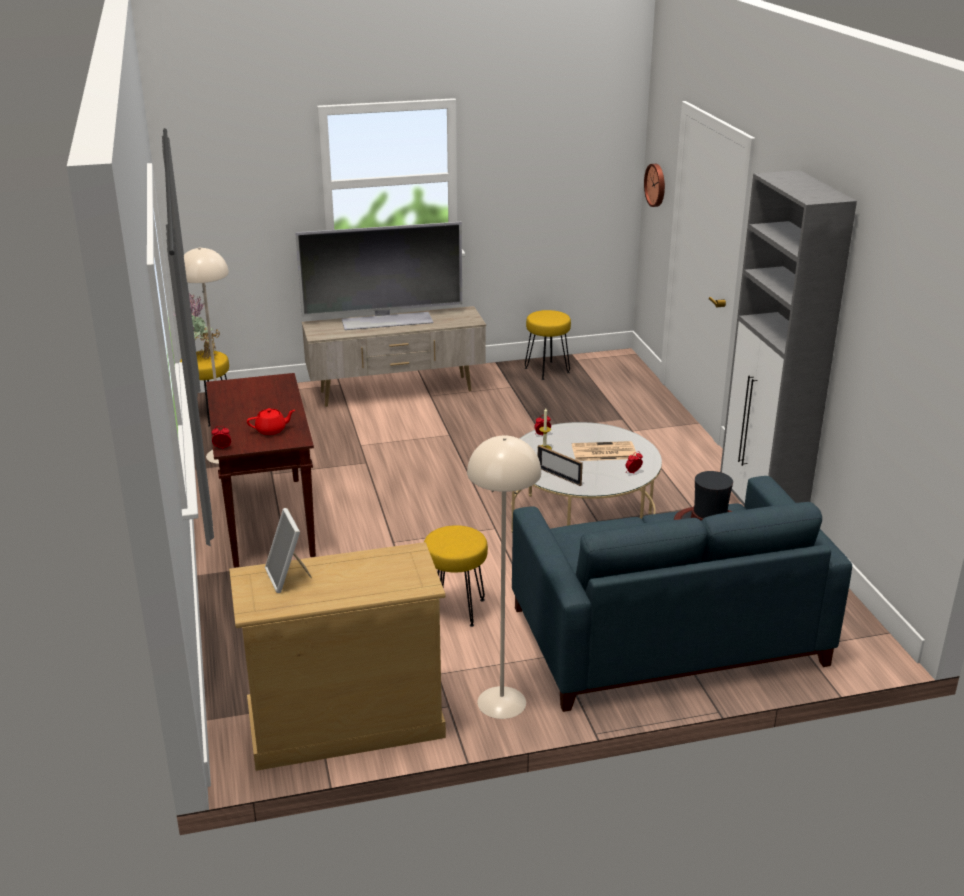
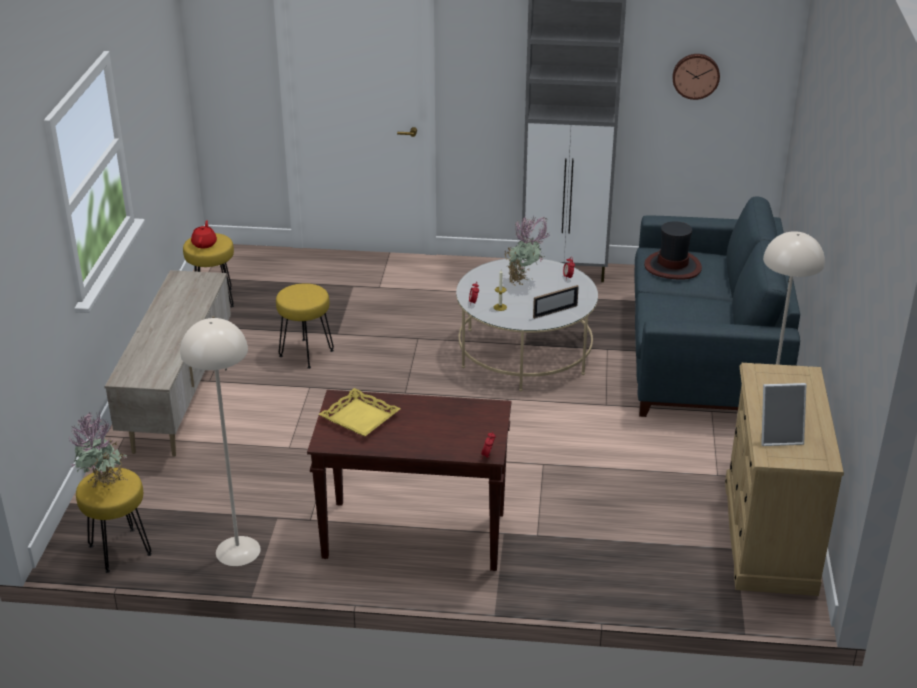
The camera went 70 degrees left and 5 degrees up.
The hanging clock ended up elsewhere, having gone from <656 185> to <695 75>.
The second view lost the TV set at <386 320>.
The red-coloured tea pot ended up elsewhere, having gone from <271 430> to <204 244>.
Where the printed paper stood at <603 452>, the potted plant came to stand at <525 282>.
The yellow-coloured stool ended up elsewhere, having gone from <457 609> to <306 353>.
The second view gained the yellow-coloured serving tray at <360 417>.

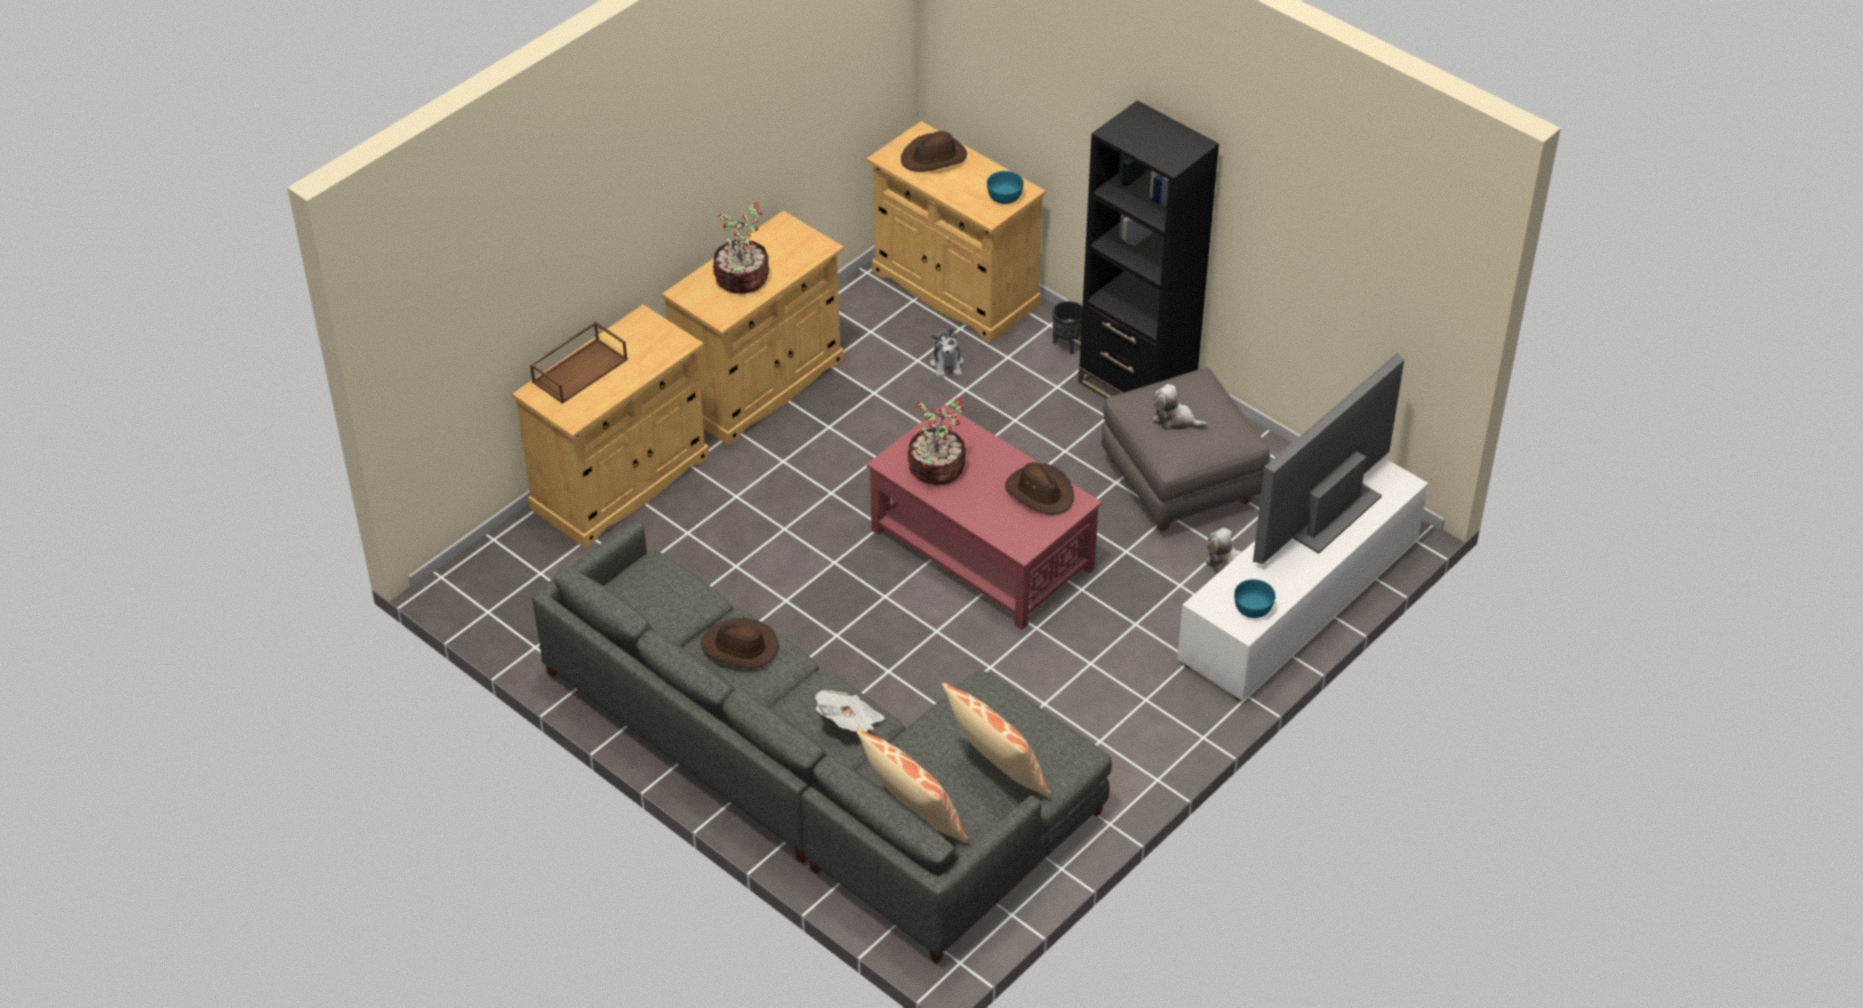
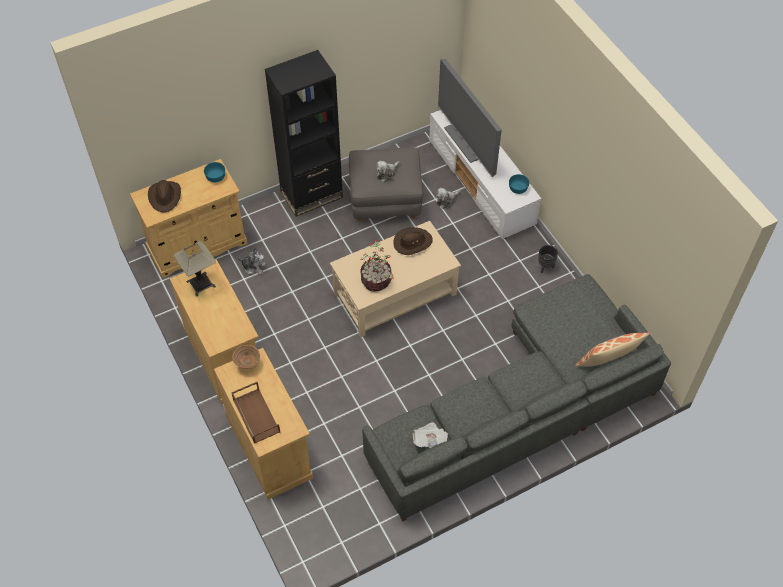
The camera went 70 degrees left and 10 degrees up.
The second view lost the potted plant at <741 280>.
The black flower pot ended up elsewhere, having gone from <1067 345> to <545 267>.
What was the red-coloured low table at <981 548> turned into the beige-coloured low table at <394 293>.
The second view lost the brownish hat at <740 648>.
The second view lost the throw pillow at <996 773>.
The printed paper ended up elsewhere, having gone from <850 723> to <429 439>.
The second view gained the table lamp at <201 284>.
The second view gained the brownish serving bowl at <248 364>.

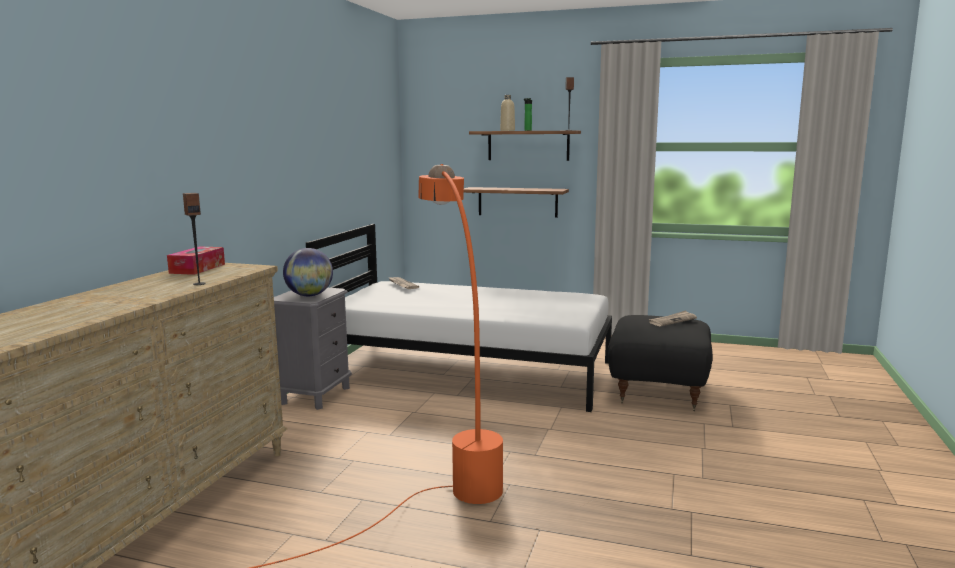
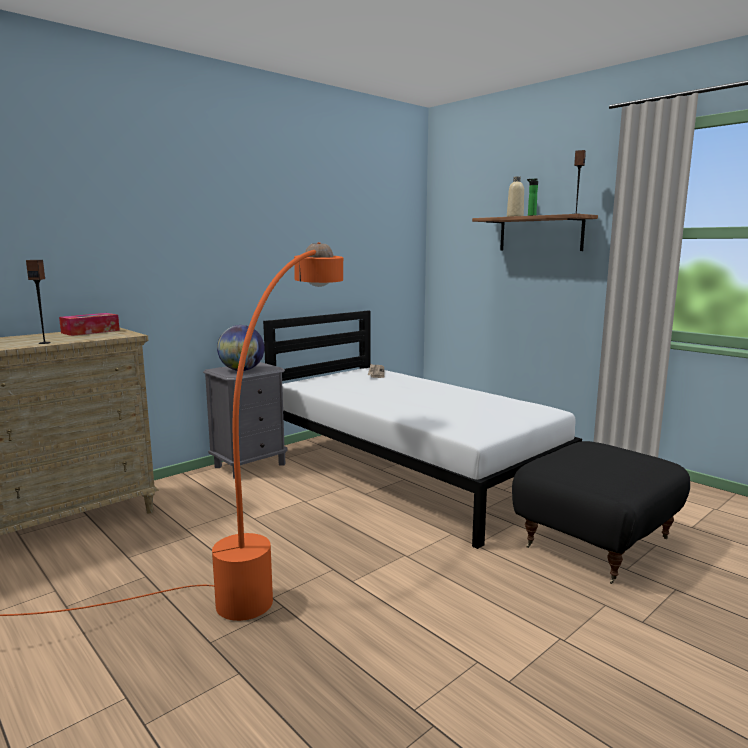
The camera went 30 degrees right and 0 degrees up.
The second view lost the bracket shelf at <517 202>.
The second view lost the printed paper at <672 320>.

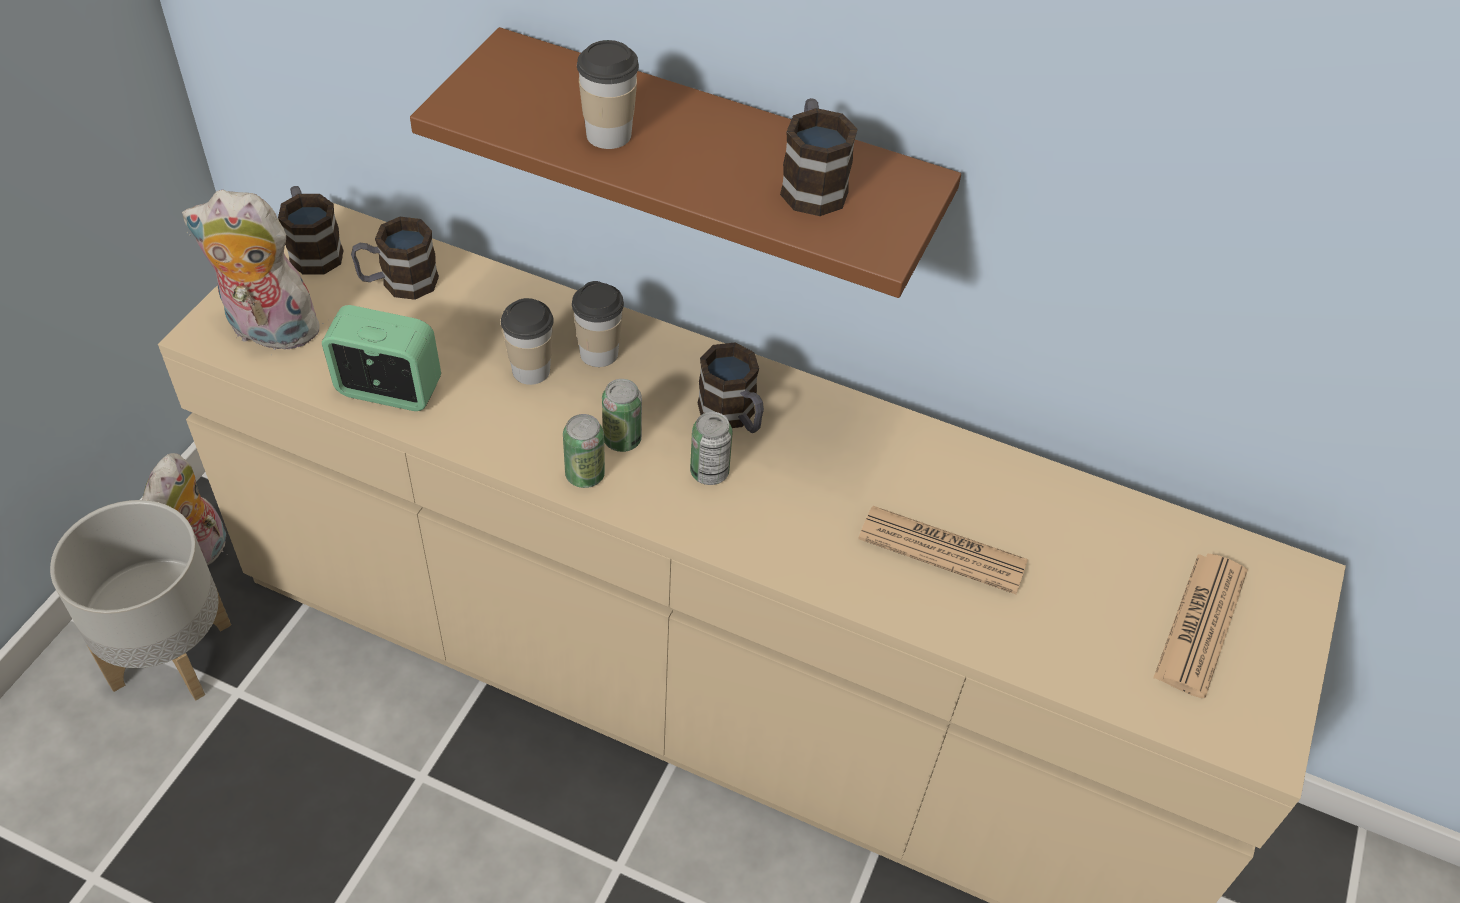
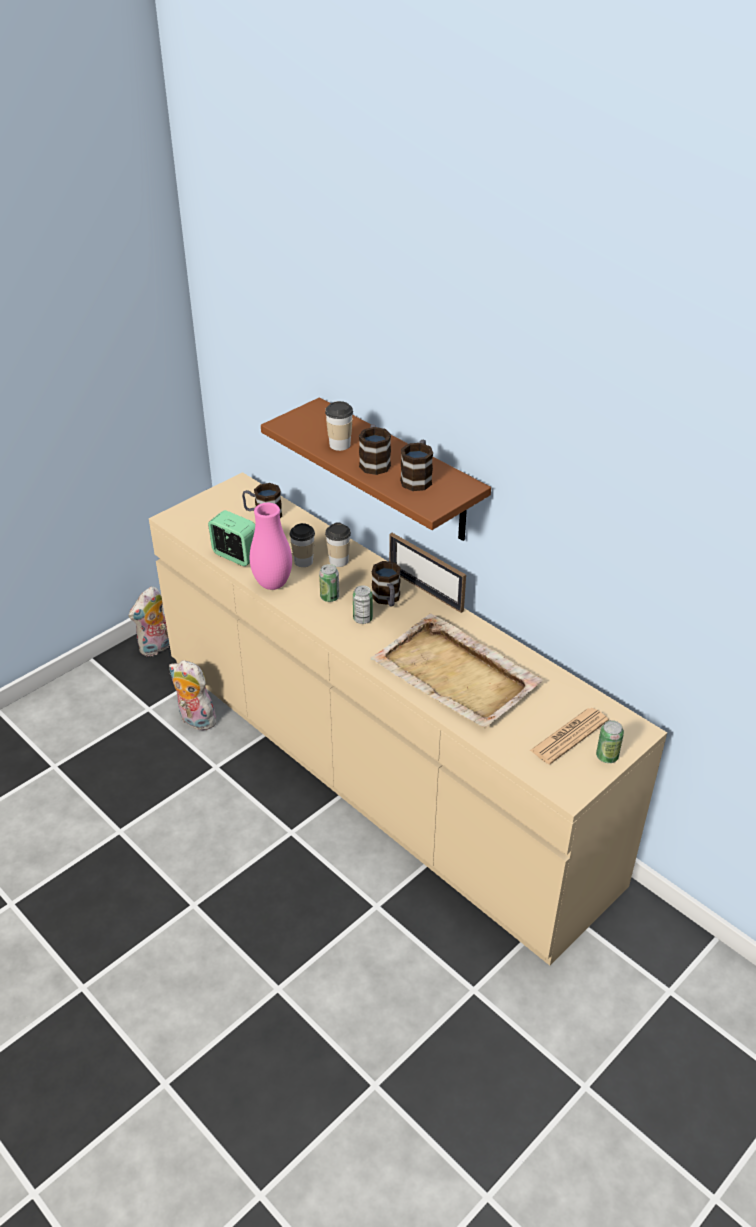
The camera went 25 degrees right and 10 degrees down.
The tea mug ended up elsewhere, having gone from <313 249> to <374 462>.
The soft toy ended up elsewhere, having gone from <268 331> to <194 720>.
The sealed can ended up elsewhere, having gone from <585 475> to <607 756>.
The second view lost the greyish flower pot at <171 653>.
Where the printed paper stood at <942 550>, the beige-coloured serving tray came to stand at <456 675>.
The second view gained the pink decorative vase at <272 584>.
The second view gained the photo frame at <425 590>.

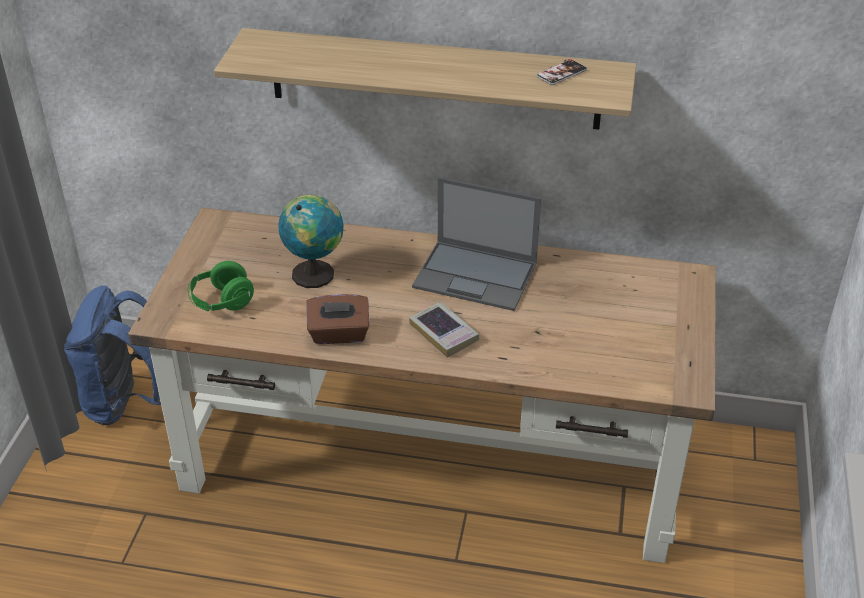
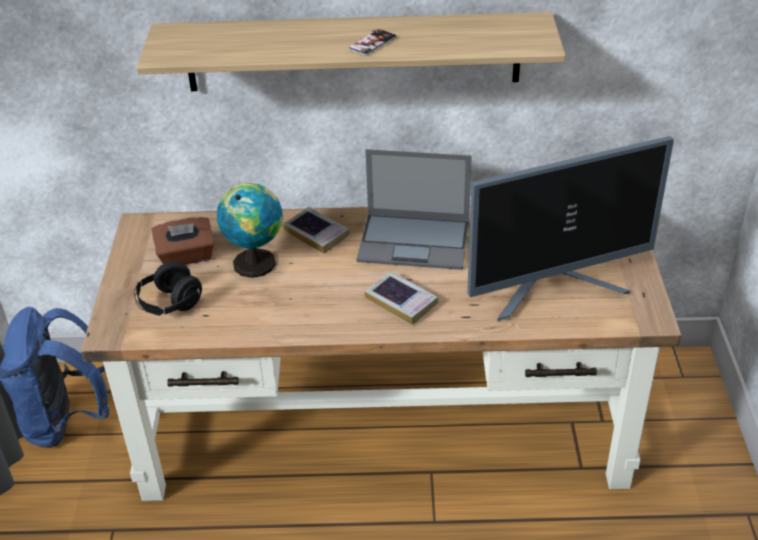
The camera went 10 degrees left and 0 degrees up.
The phone ended up elsewhere, having gone from <561 73> to <373 43>.
What was the green-coloured pair of headphones at <221 302> turned into the black pair of headphones at <169 304>.
The brownish box of tissues ended up elsewhere, having gone from <339 334> to <186 256>.
The second view gained the computer display at <556 288>.
The second view gained the bound book at <316 234>.

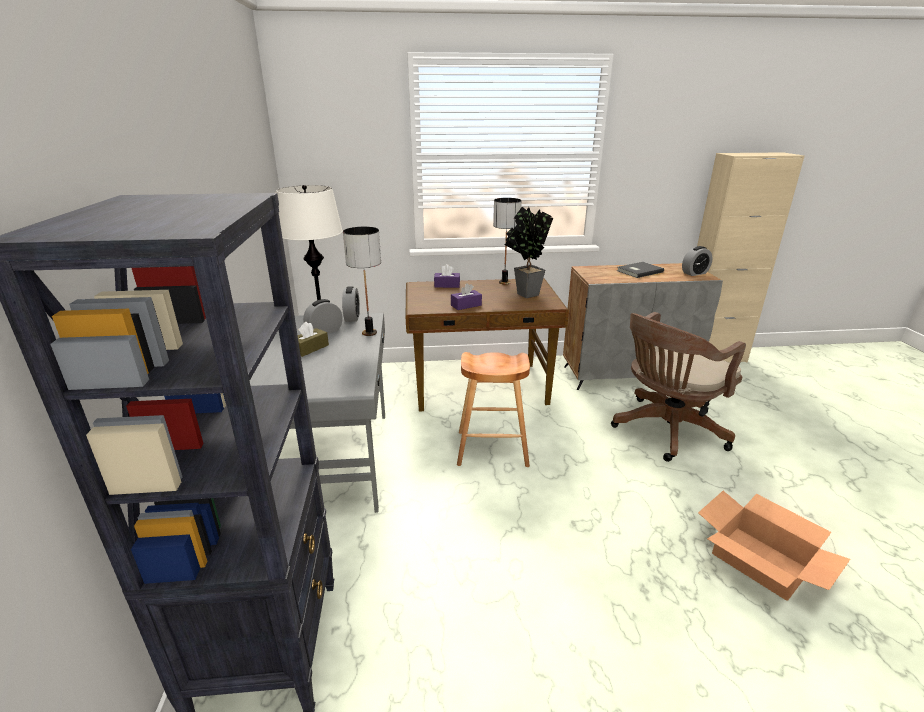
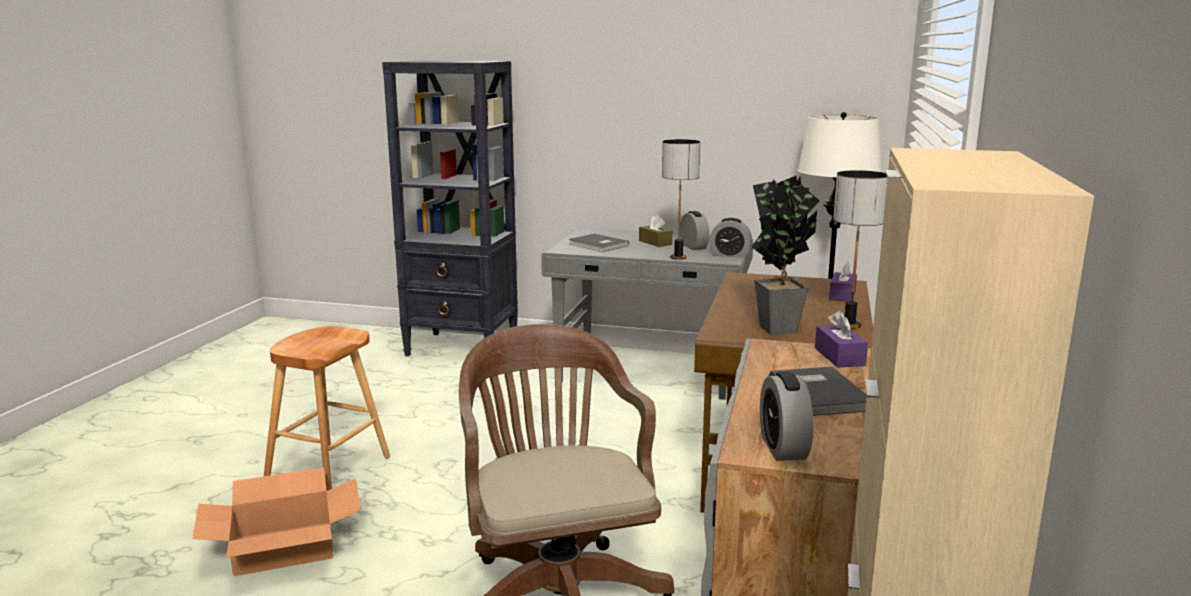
The camera went 110 degrees right and 10 degrees down.
The purplish box of tissues ended up elsewhere, having gone from <466 305> to <839 357>.
The brownish stool ended up elsewhere, having gone from <492 449> to <328 471>.
The second view gained the greyish bound book at <598 245>.

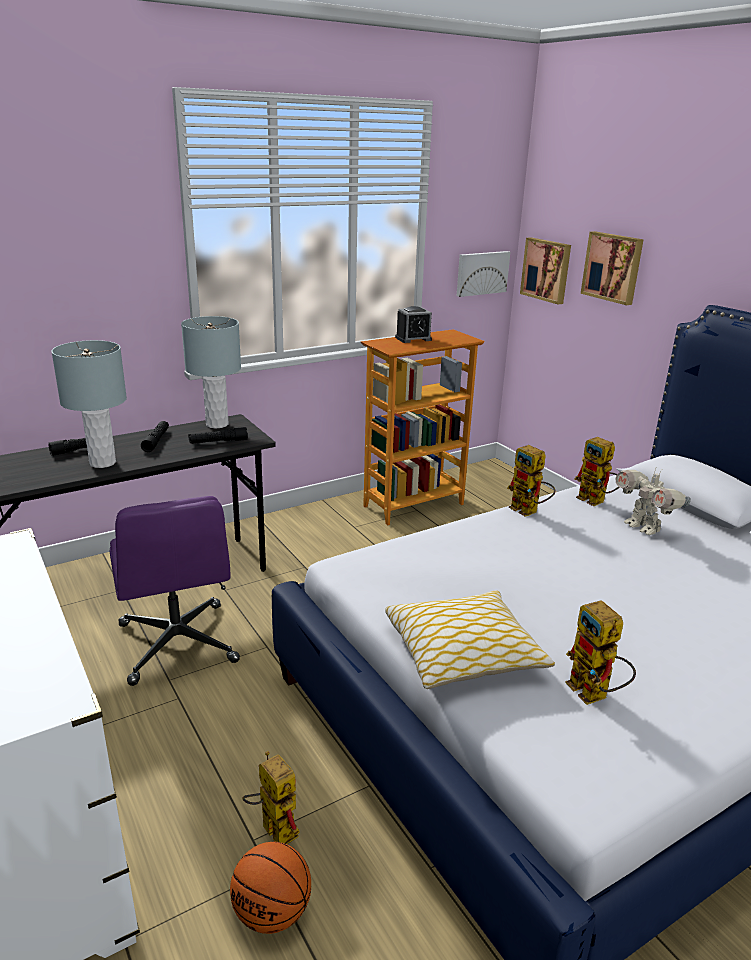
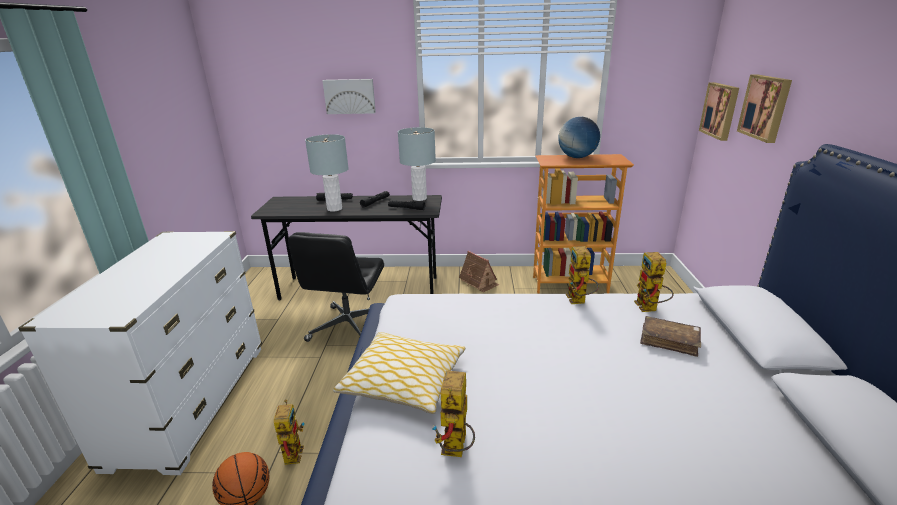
The camera went 35 degrees right and 0 degrees up.
The wall art ended up elsewhere, having gone from <481 273> to <350 96>.
Where the bedside clock stood at <413 339>, the desk globe came to stand at <577 157>.
Where the toy robot stood at <643 527>, the brownish bound book came to stand at <669 341>.
What was the purplish office chair at <178 644> turned into the black office chair at <348 327>.
The second view gained the toy house at <479 282>.

